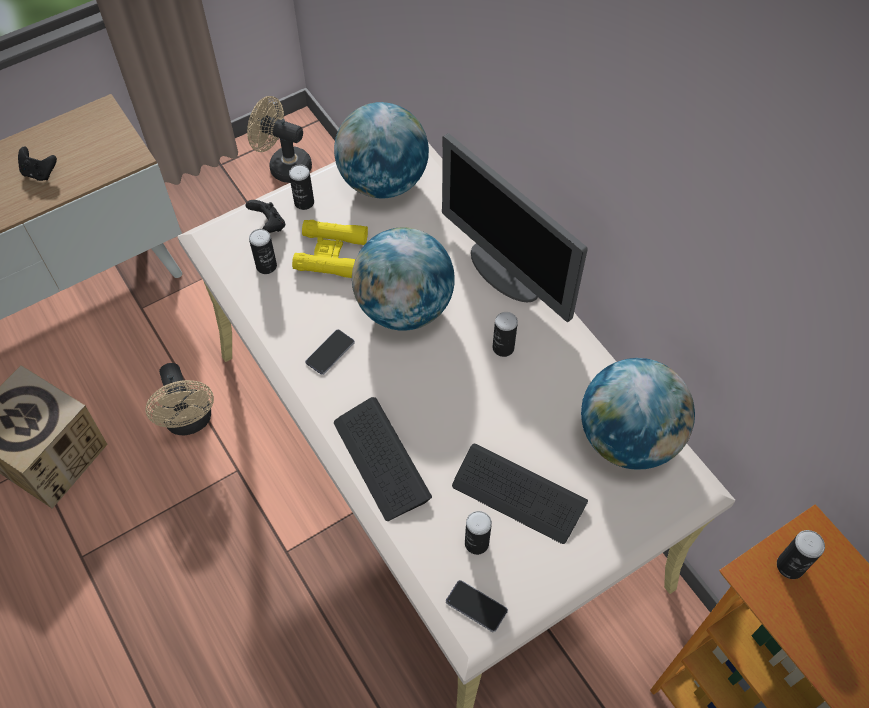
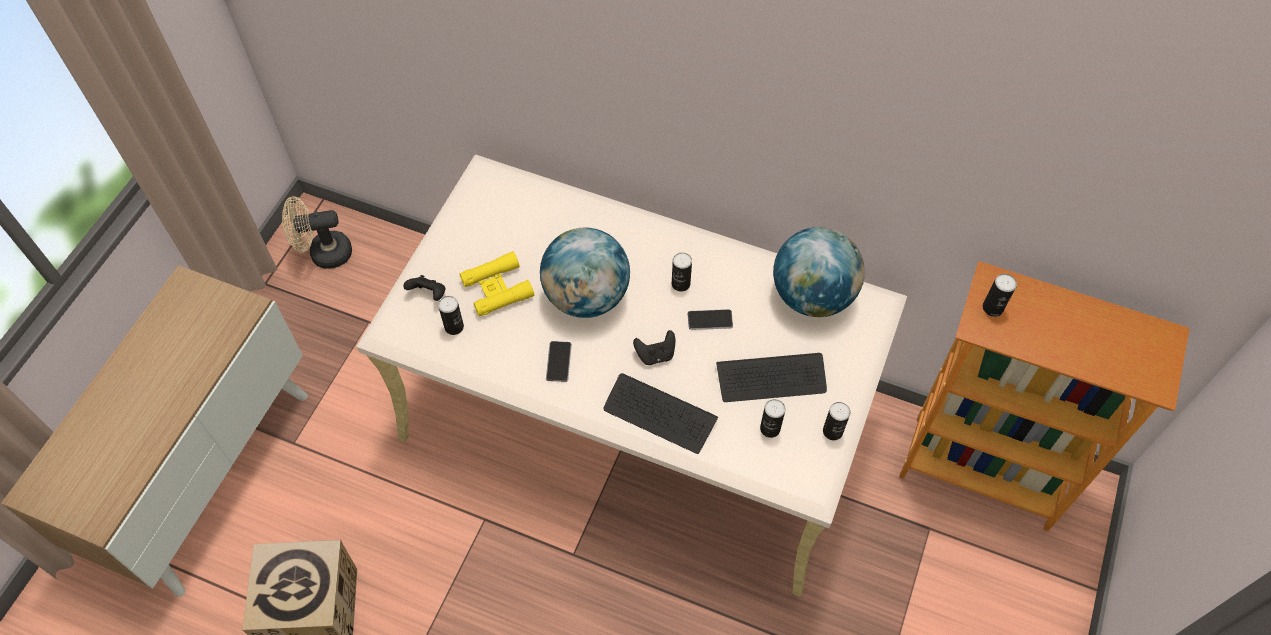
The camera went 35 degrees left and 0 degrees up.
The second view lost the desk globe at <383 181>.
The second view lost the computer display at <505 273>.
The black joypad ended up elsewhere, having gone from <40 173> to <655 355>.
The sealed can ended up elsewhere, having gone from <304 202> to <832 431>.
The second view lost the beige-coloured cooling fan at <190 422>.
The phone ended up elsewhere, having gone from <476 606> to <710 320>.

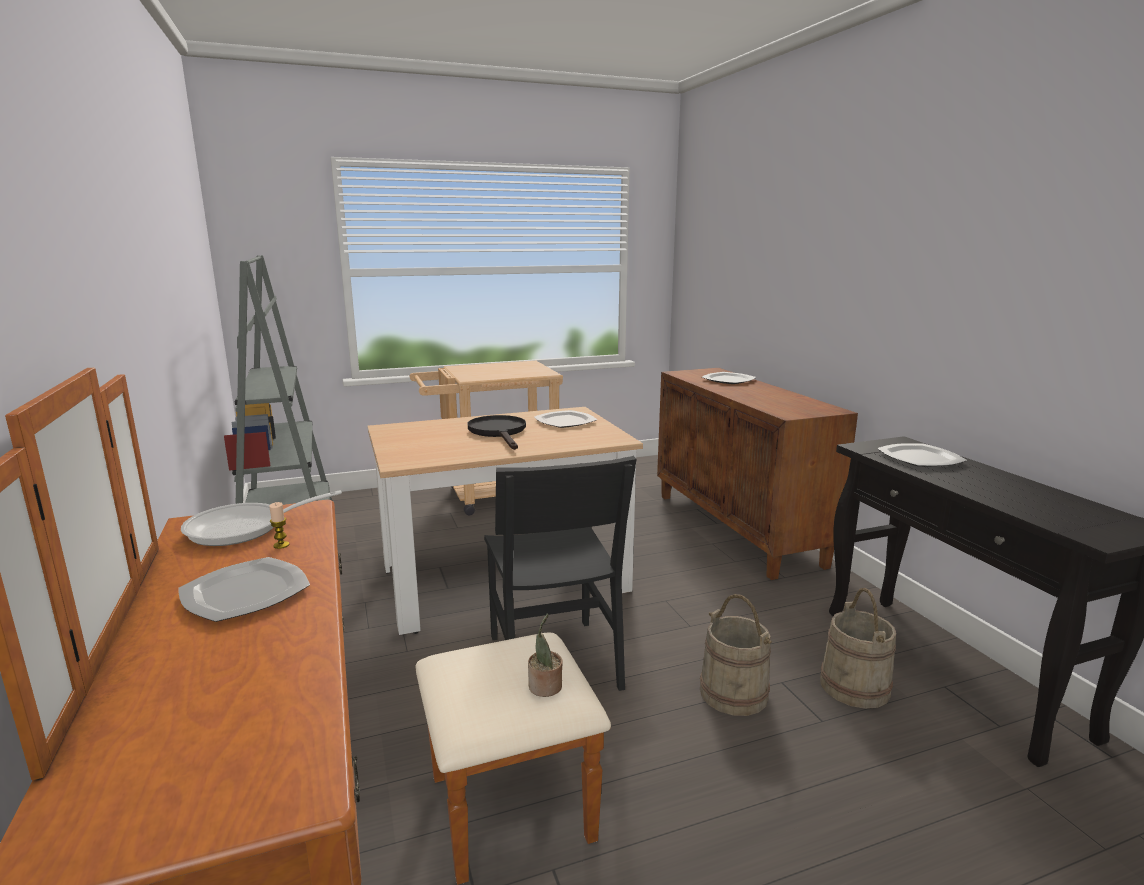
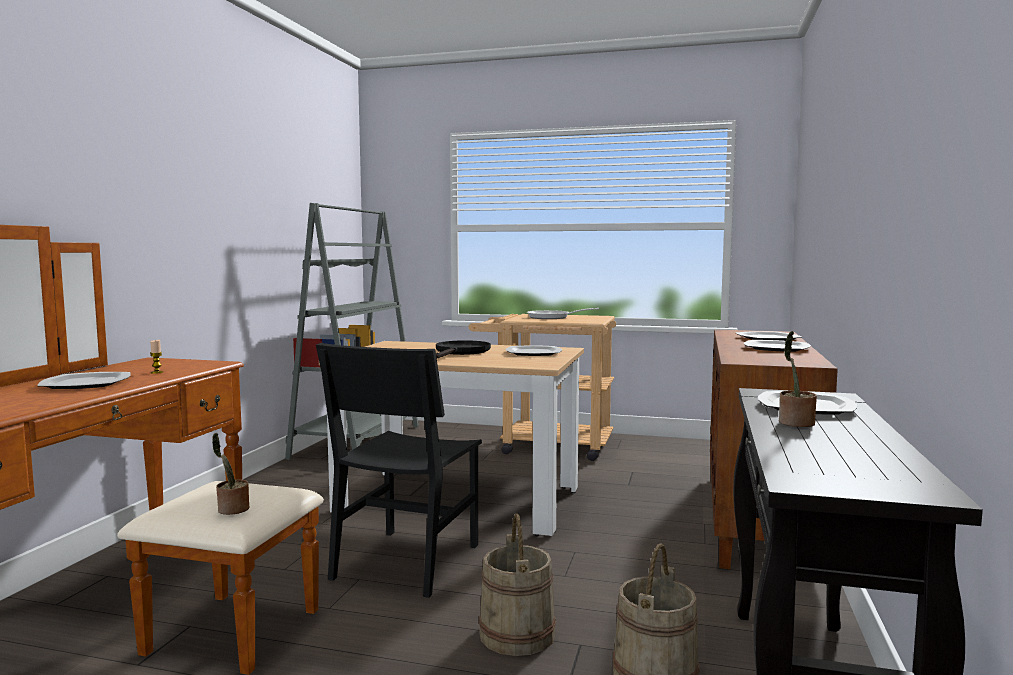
The camera went 35 degrees right and 10 degrees down.
The frying pan ended up elsewhere, having gone from <245 528> to <552 317>.
The second view gained the potted plant at <795 423>.
The second view gained the plate at <777 348>.

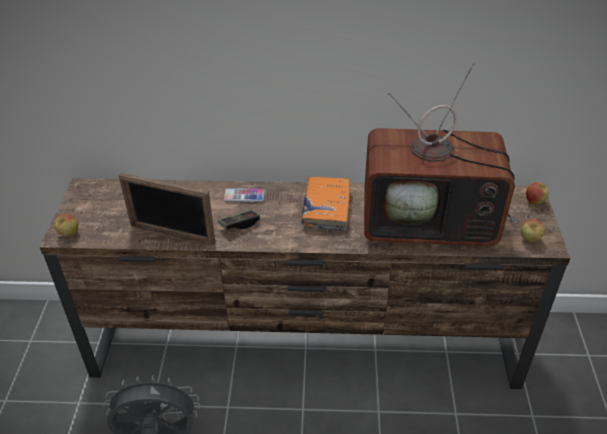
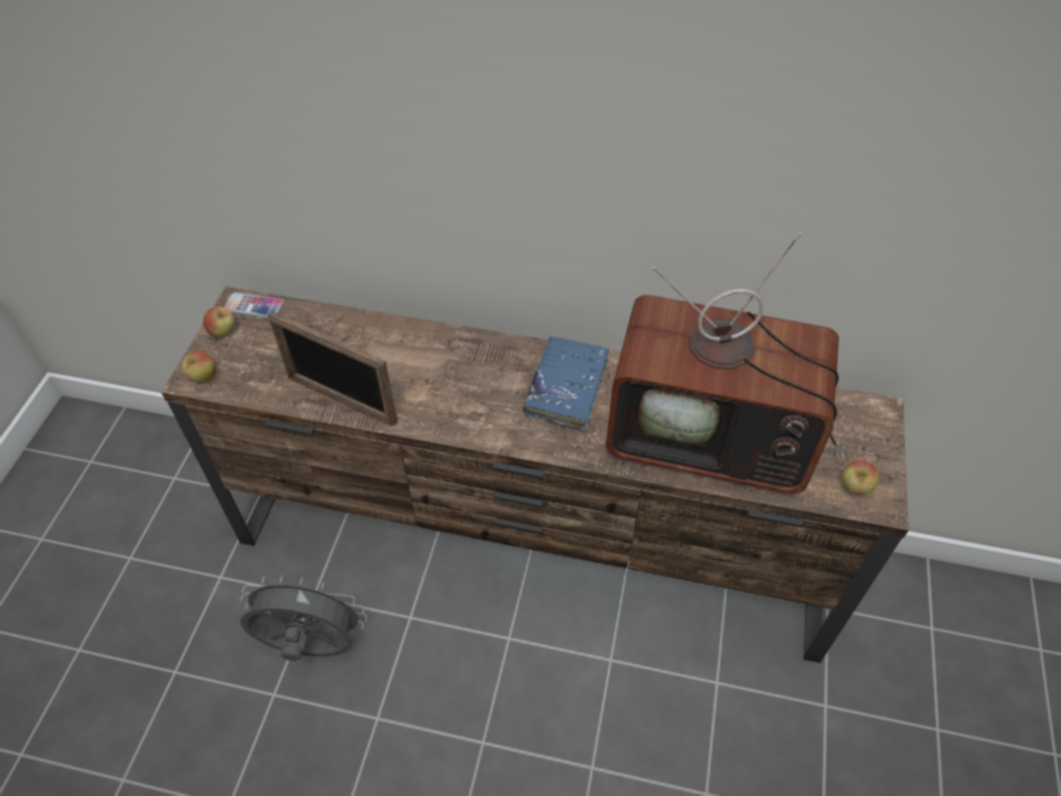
The camera went 10 degrees right and 10 degrees up.
What was the orangey bound book at <326 208> turned into the bluish bound book at <566 388>.
The apple ended up elsewhere, having gone from <534 201> to <223 333>.
The phone ended up elsewhere, having gone from <244 196> to <254 306>.
The second view lost the joypad at <239 224>.

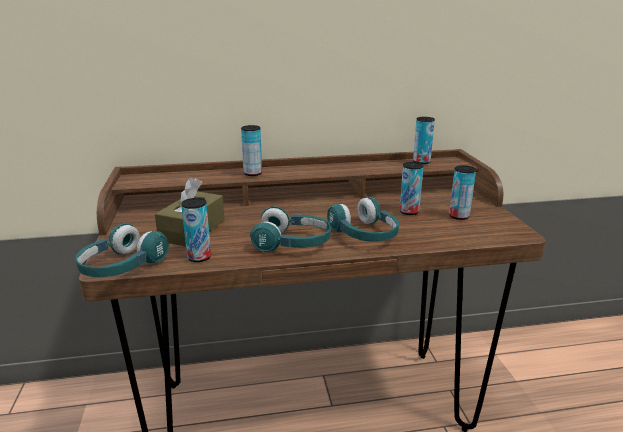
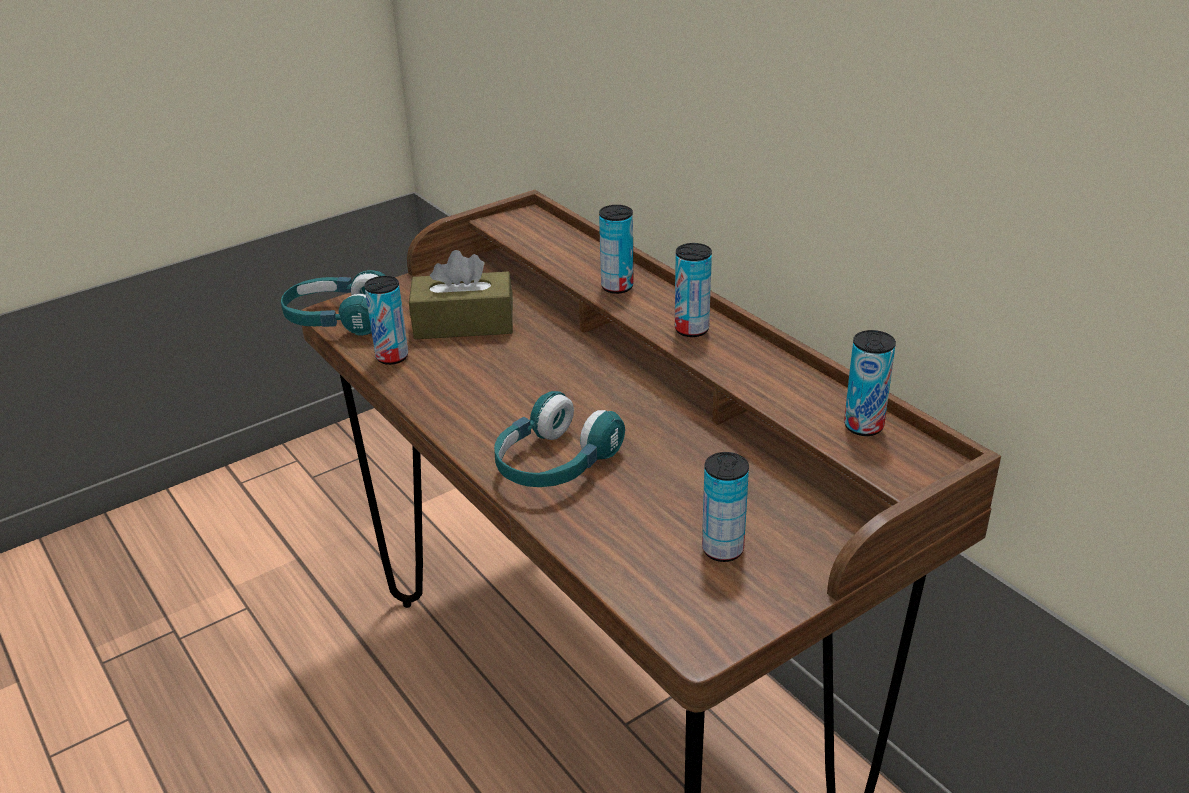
The camera went 65 degrees right and 10 degrees up.
The sealed can ended up elsewhere, having gone from <409 212> to <691 329>.
The second view lost the turquoise pair of headphones at <292 244>.

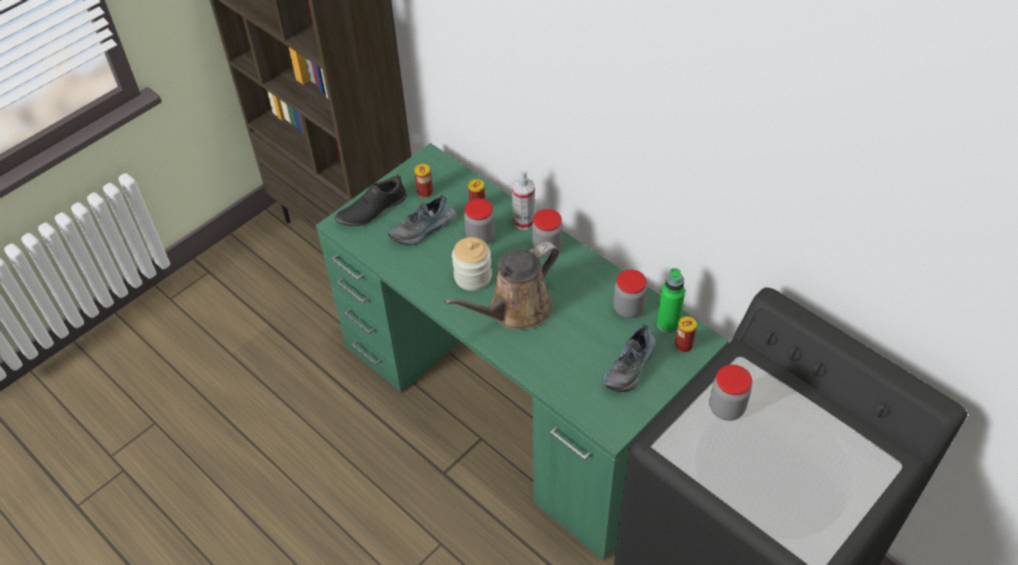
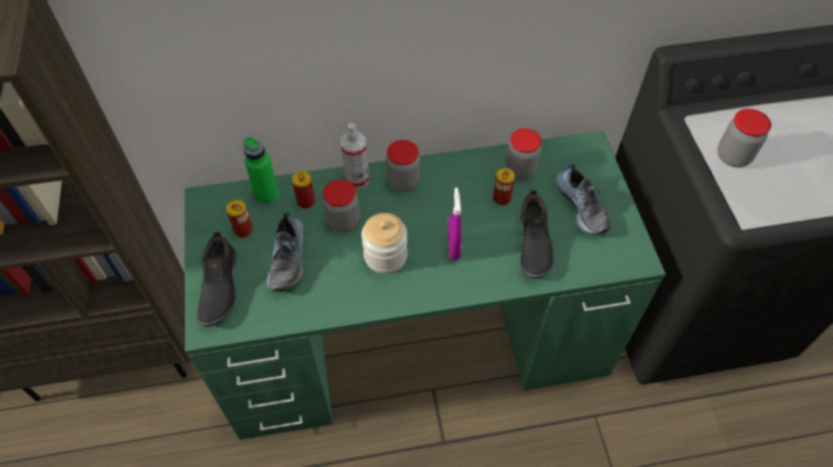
The camera went 55 degrees left and 5 degrees up.
Where the brownish watering pot stood at <515 310>, the purplish hand sprayer came to stand at <453 248>.
The green-coloured bottle ended up elsewhere, having gone from <667 324> to <267 196>.
The sealed can ended up elsewhere, having gone from <683 345> to <501 198>.
The second view gained the black low shoe at <532 243>.

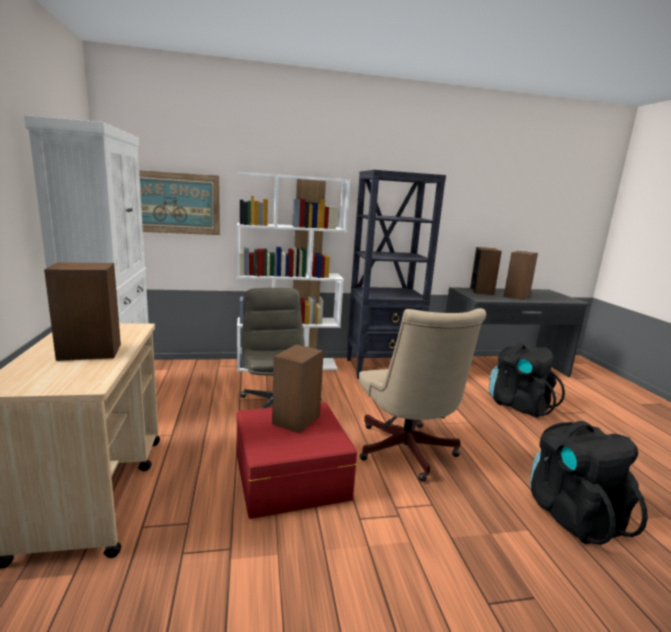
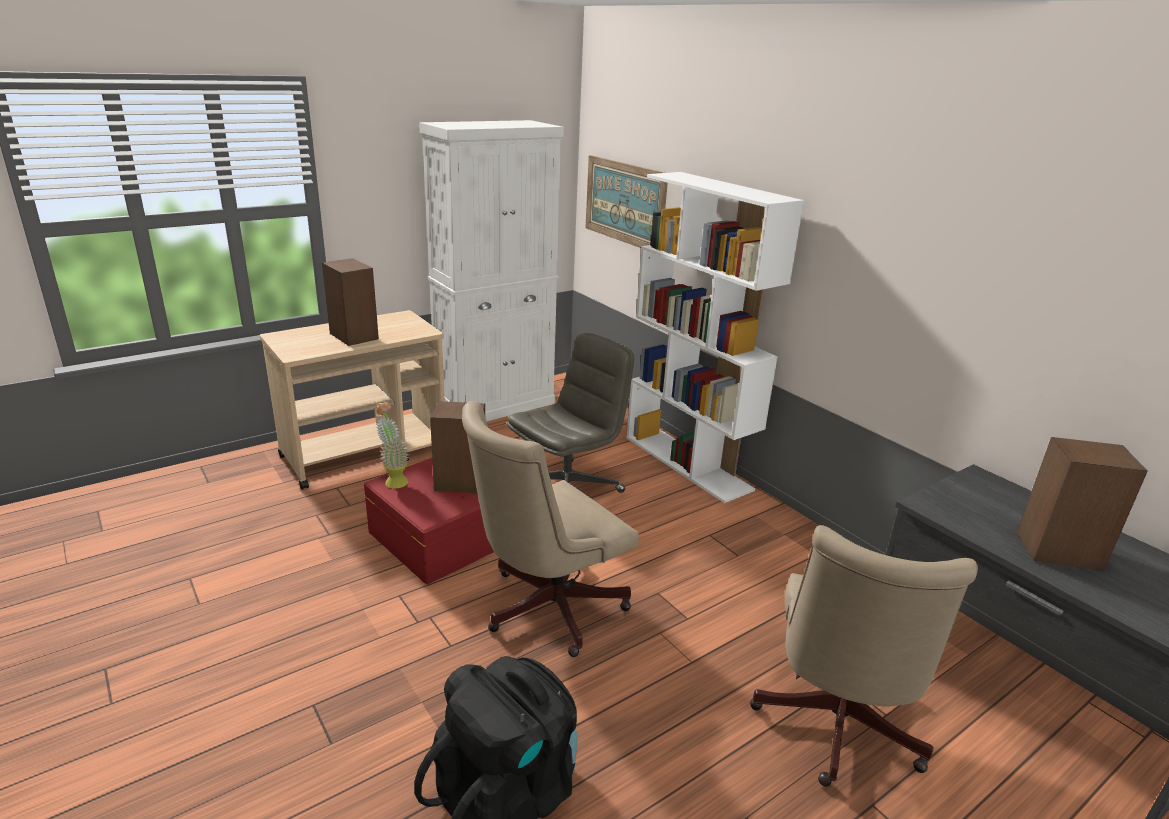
The camera went 65 degrees right and 10 degrees up.
The second view lost the black bookshelf at <382 368>.
The second view lost the audio speaker at <482 291>.
Where the black rucksack stood at <518 405>, the beige-coloured office chair came to stand at <833 728>.
The second view gained the potted plant at <393 480>.

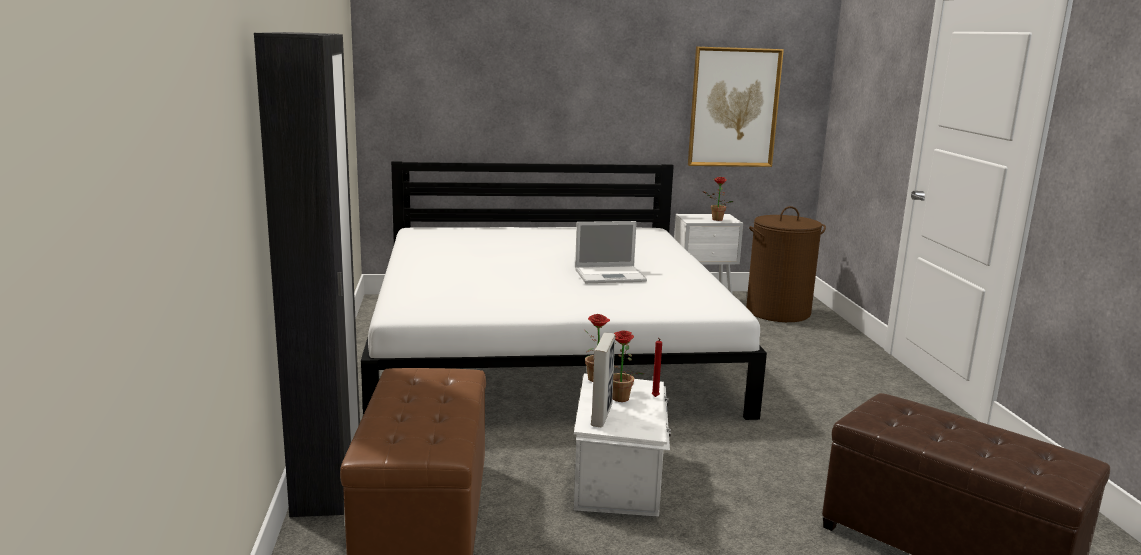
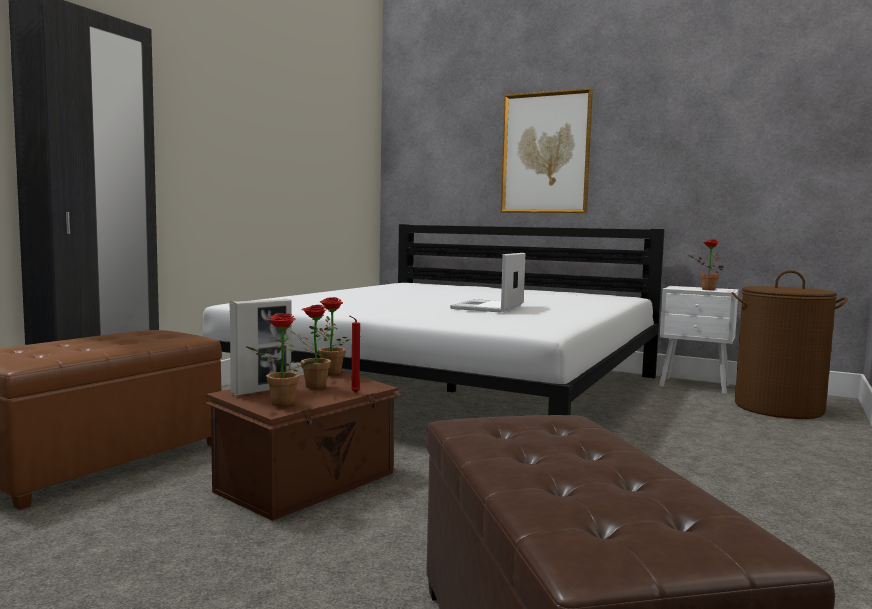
The camera went 35 degrees right and 10 degrees down.
The wall art ended up elsewhere, having gone from <734 107> to <545 153>.
The notebook computer at <611 275> ended up facing another way, 90 degrees clockwise from before.
What was the white storage container at <620 477> turned into the brownish storage container at <309 482>.
The second view gained the potted plant at <279 404>.

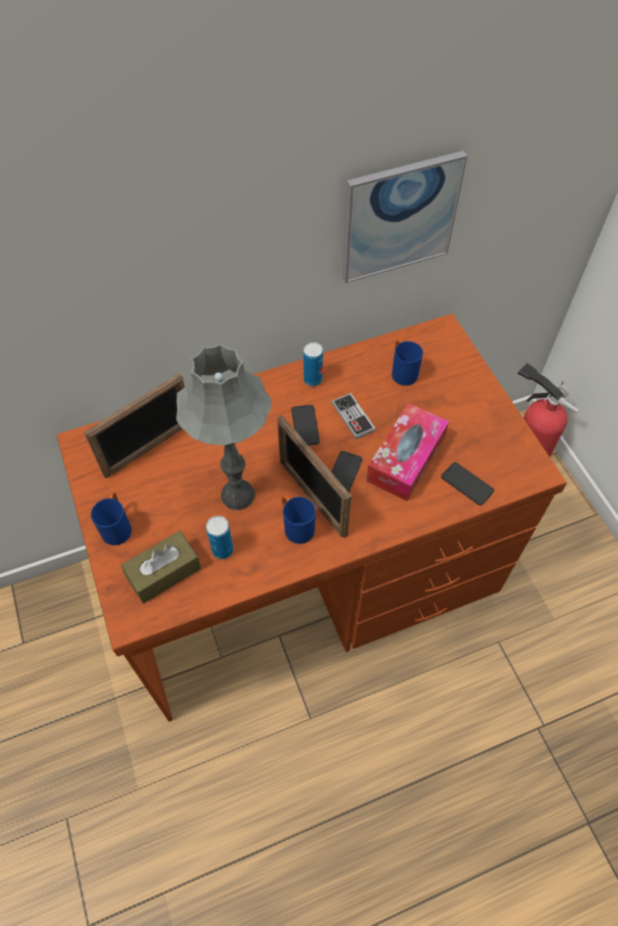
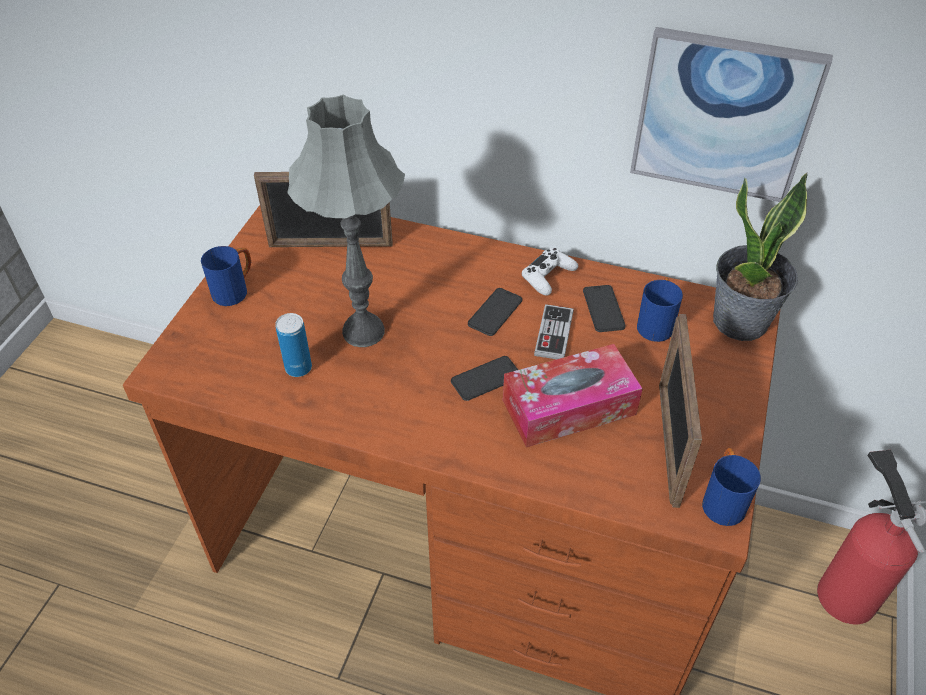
The camera went 40 degrees right and 10 degrees down.
Where the sealed can stood at <312 379>, the white joypad came to stand at <548 276>.
The photo frame ended up elsewhere, having gone from <312 497> to <668 442>.
The phone ended up elsewhere, having gone from <467 484> to <603 309>.
The bluish tea mug ended up elsewhere, having gone from <295 526> to <722 500>.
The second view lost the brownish box of tissues at <164 572>.
The second view gained the potted plant at <740 322>.

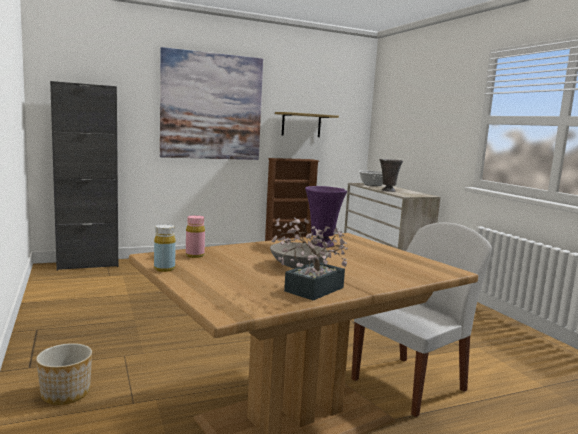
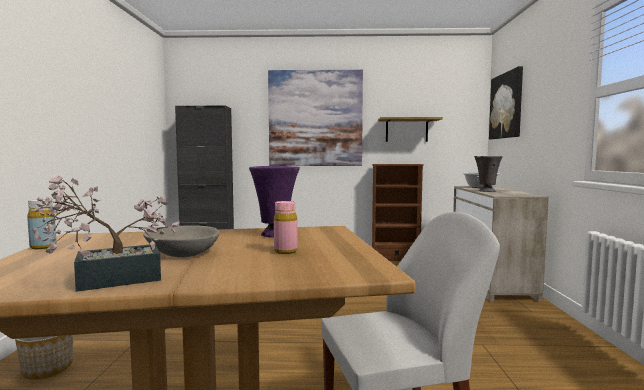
The camera went 25 degrees right and 5 degrees down.
The pink bottle ended up elsewhere, having gone from <195 255> to <285 251>.
The second view gained the wall art at <506 105>.

